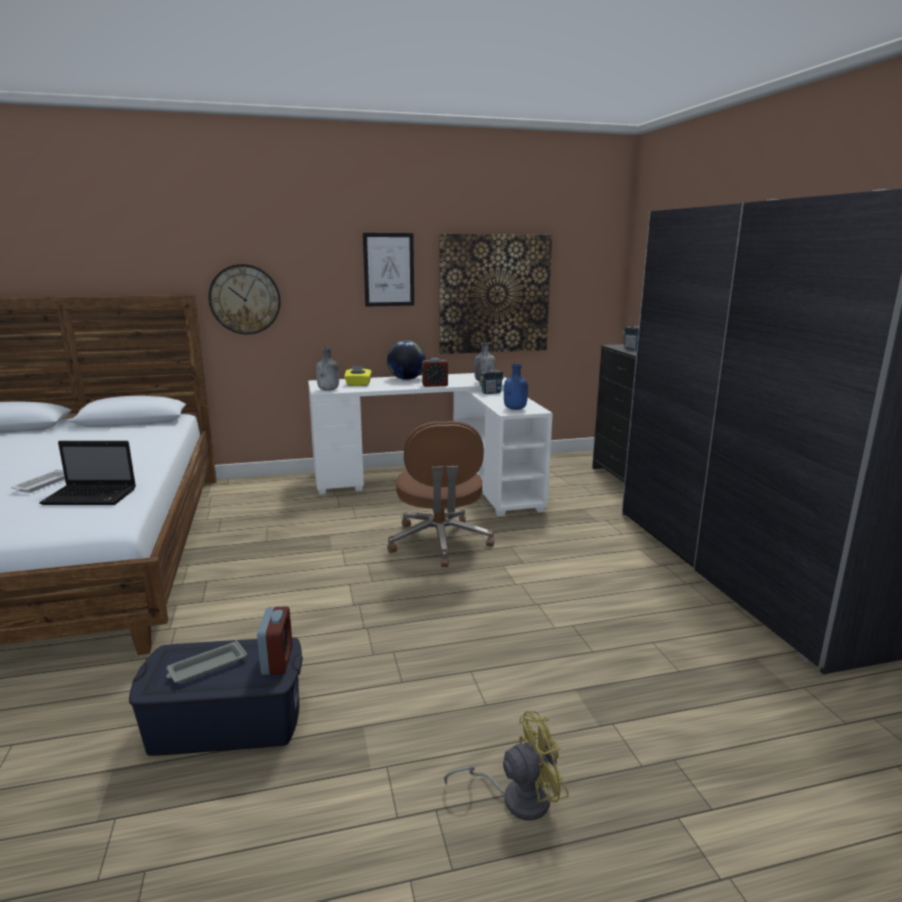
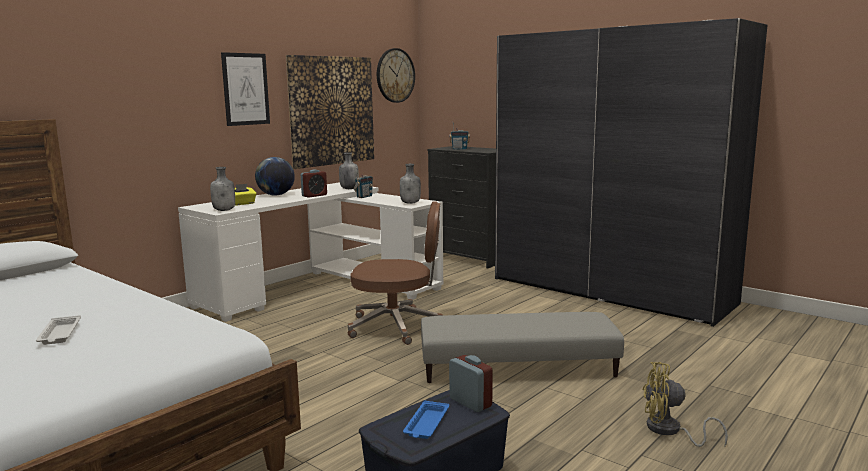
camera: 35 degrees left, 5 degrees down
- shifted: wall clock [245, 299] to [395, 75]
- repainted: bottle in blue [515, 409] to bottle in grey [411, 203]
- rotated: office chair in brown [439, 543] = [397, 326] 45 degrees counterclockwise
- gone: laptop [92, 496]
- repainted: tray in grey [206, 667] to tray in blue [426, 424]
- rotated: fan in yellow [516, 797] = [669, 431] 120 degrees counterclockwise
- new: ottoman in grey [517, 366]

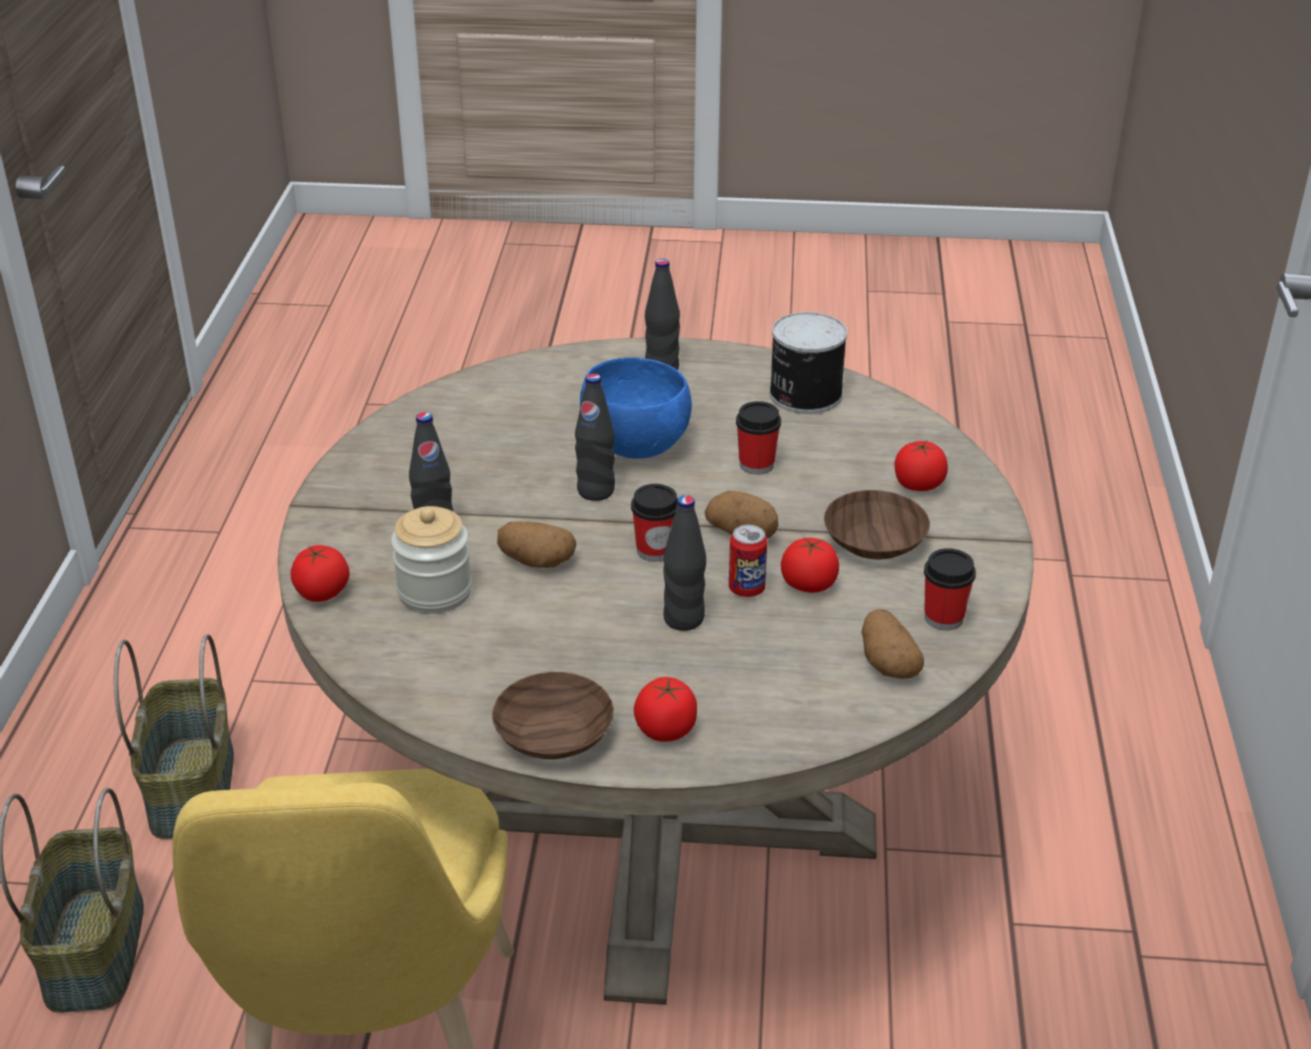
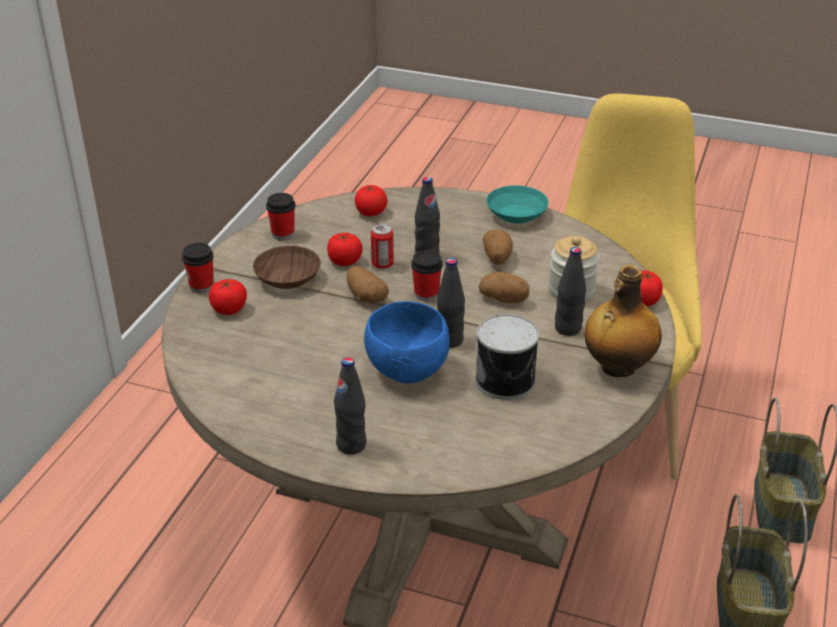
camera: 165 degrees left, 0 degrees up
- shifted: can [803, 394] to [507, 380]
- shifted: cup [756, 465] to [201, 286]
- shifted: potato [887, 663] to [497, 258]
- repainted: bowl in brown [557, 734] to bowl in turquoise [515, 214]
- shifted: tomato [666, 729] to [371, 212]
- new: bottle [617, 367]

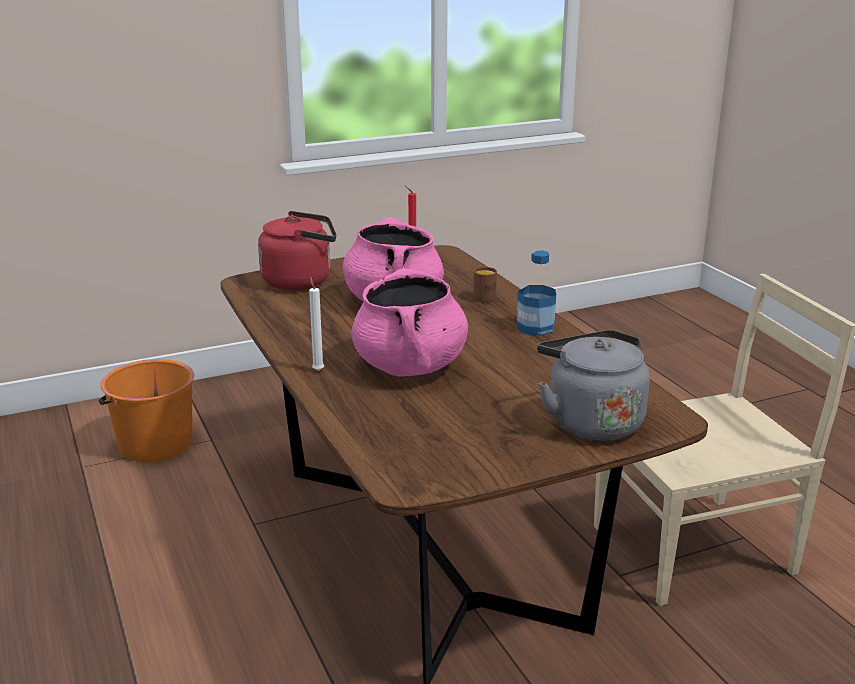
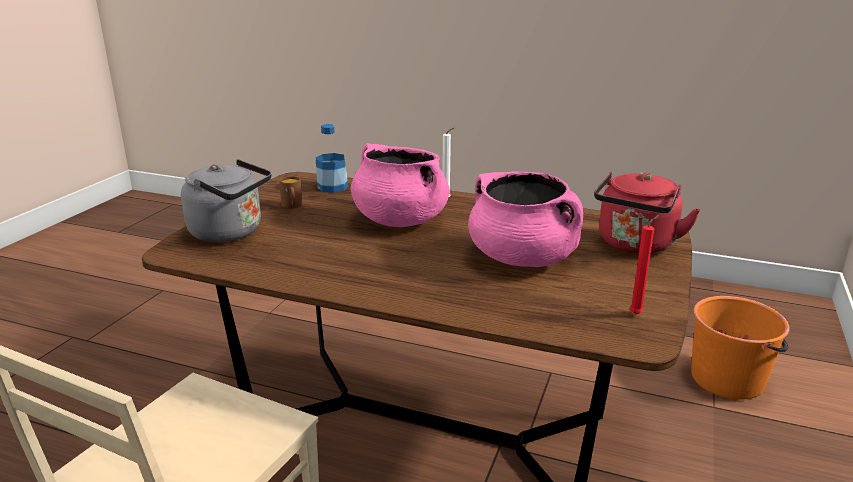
camera: 135 degrees right, 0 degrees up
- shifted: bottle [535, 327] to [332, 187]
- shifted: mug in brown [486, 296] to [292, 206]

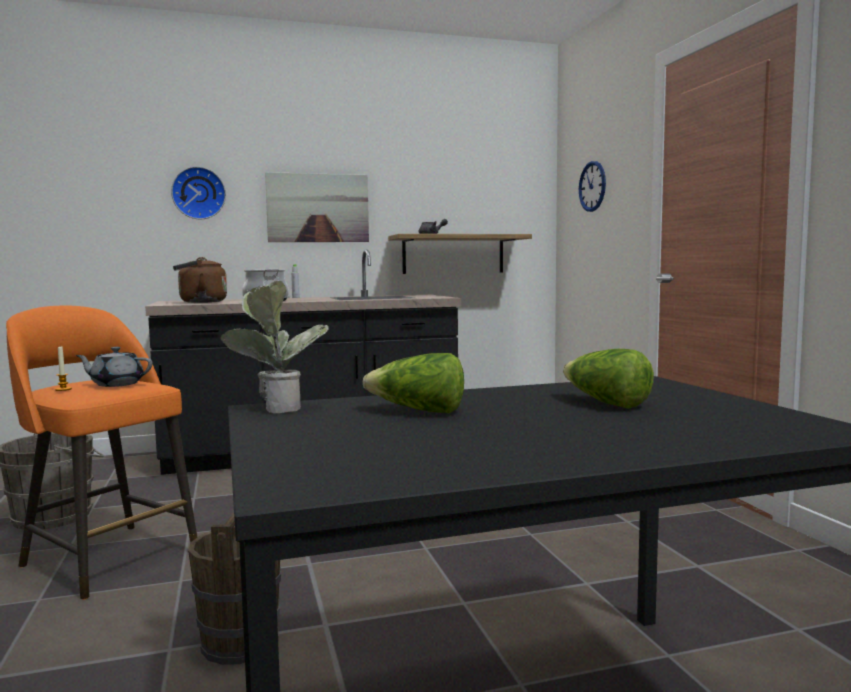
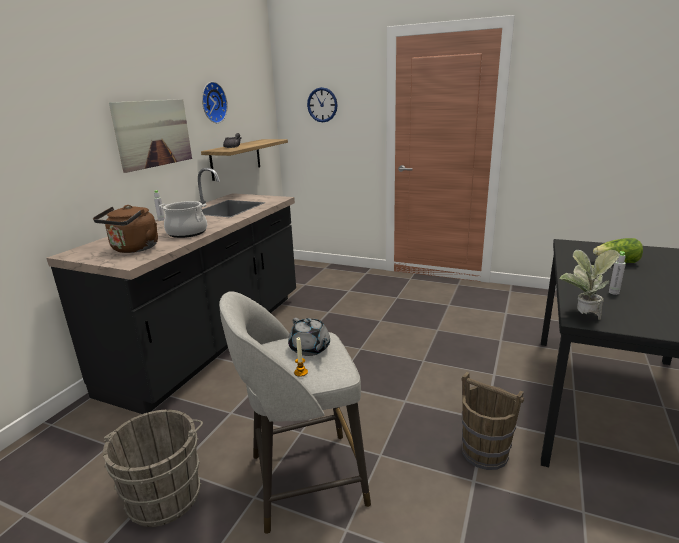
camera: 50 degrees left, 15 degrees up
- shifted: wall clock [199, 193] to [212, 102]
- repainted: stool in orange [108, 557] to stool in grey [303, 480]
- rotated: teapot in grey [116, 384] = [310, 349] 75 degrees counterclockwise
- swapped: lettuce [418, 411] to bottle in grey [613, 292]

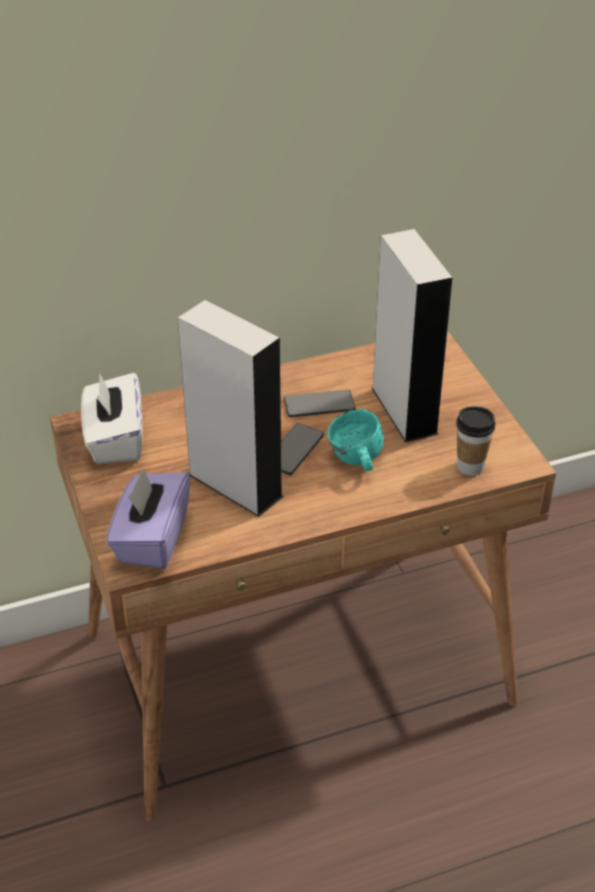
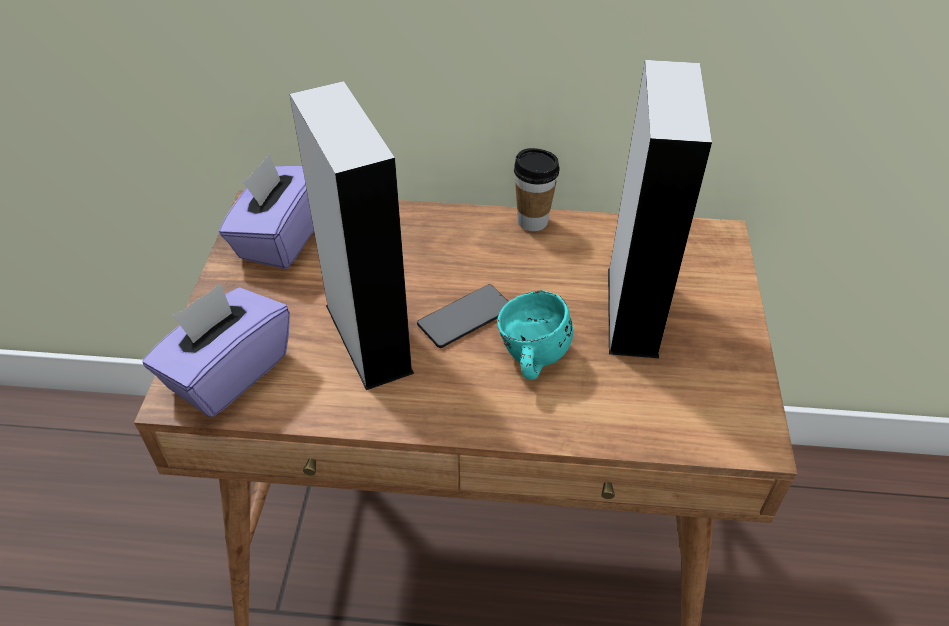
camera: 25 degrees right, 5 degrees up
- repainted: tissue box in white [115, 439] to tissue box in purple [281, 237]
- gone: phone [319, 405]
- shifted: cup [470, 466] to [532, 221]

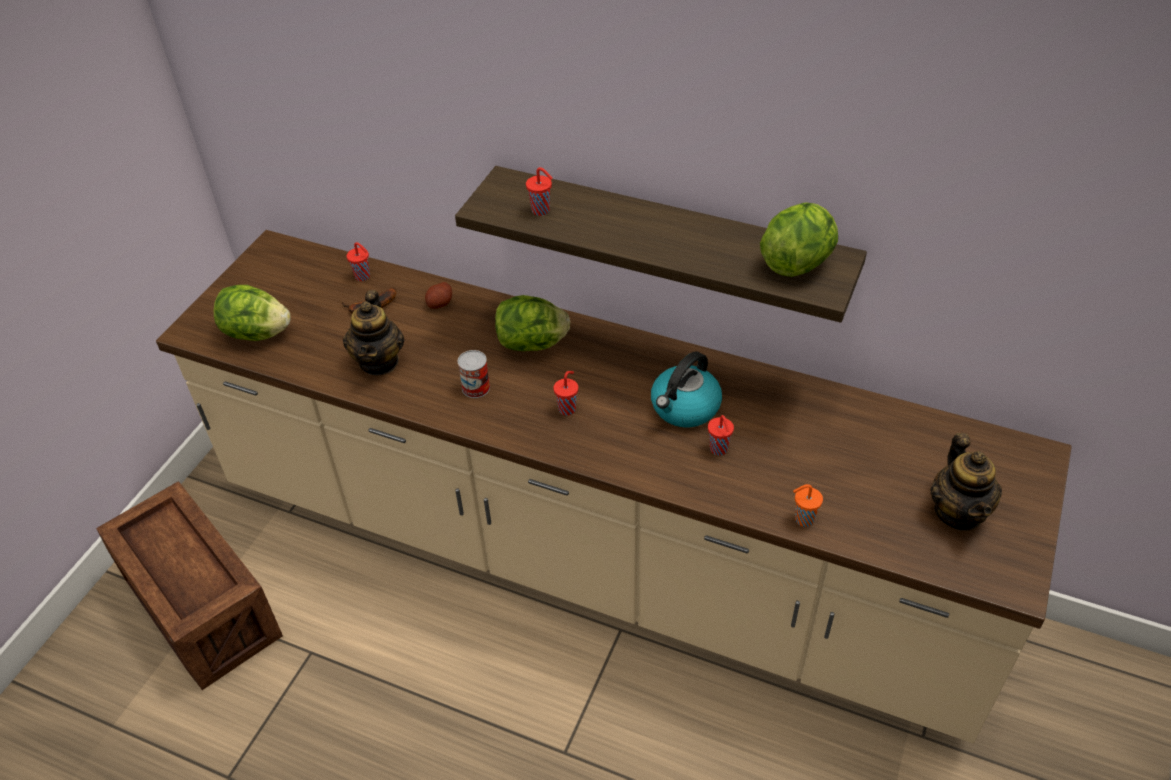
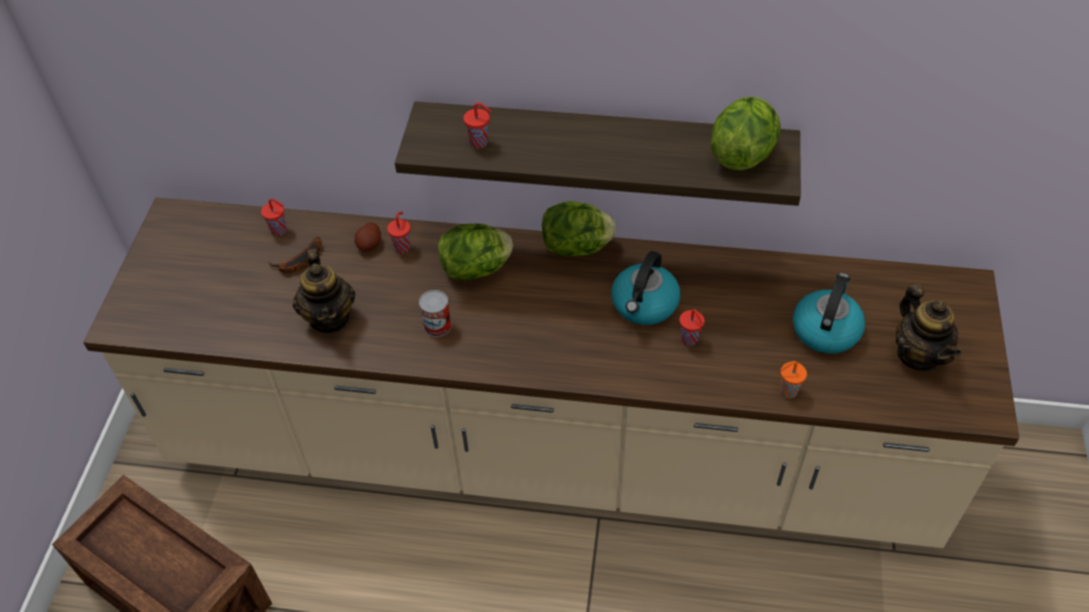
camera: 15 degrees left, 5 degrees up
- shifted: lettuce [257, 334] to [577, 247]
- shifted: cup in red [567, 408] to [402, 247]
- new: kettle [825, 329]

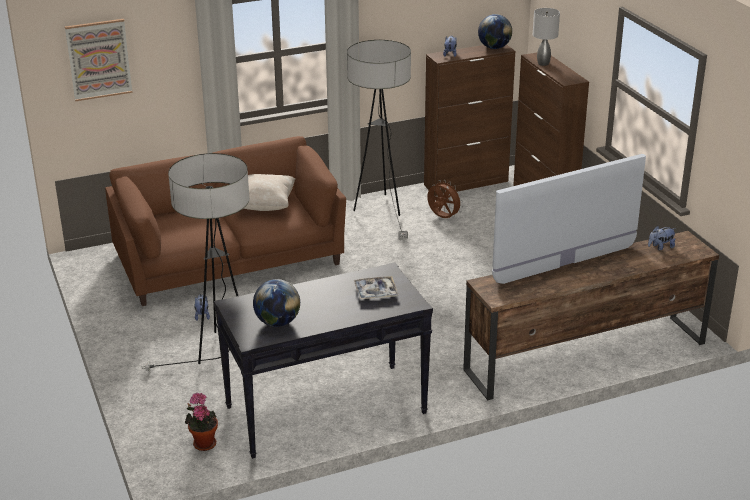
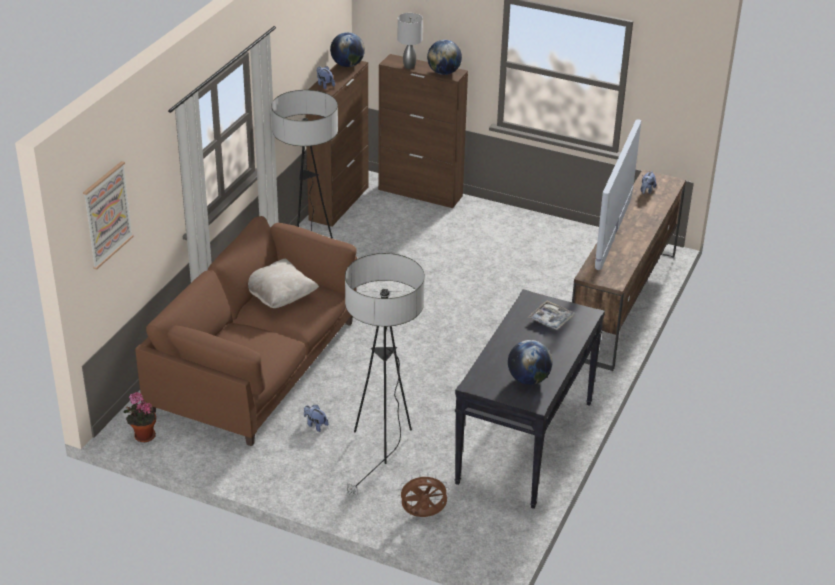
camera: 45 degrees left, 5 degrees up
- shifted: fan in brown [442, 218] to [423, 515]
- shifted: potted plant [203, 443] to [142, 436]
- new: globe [444, 73]

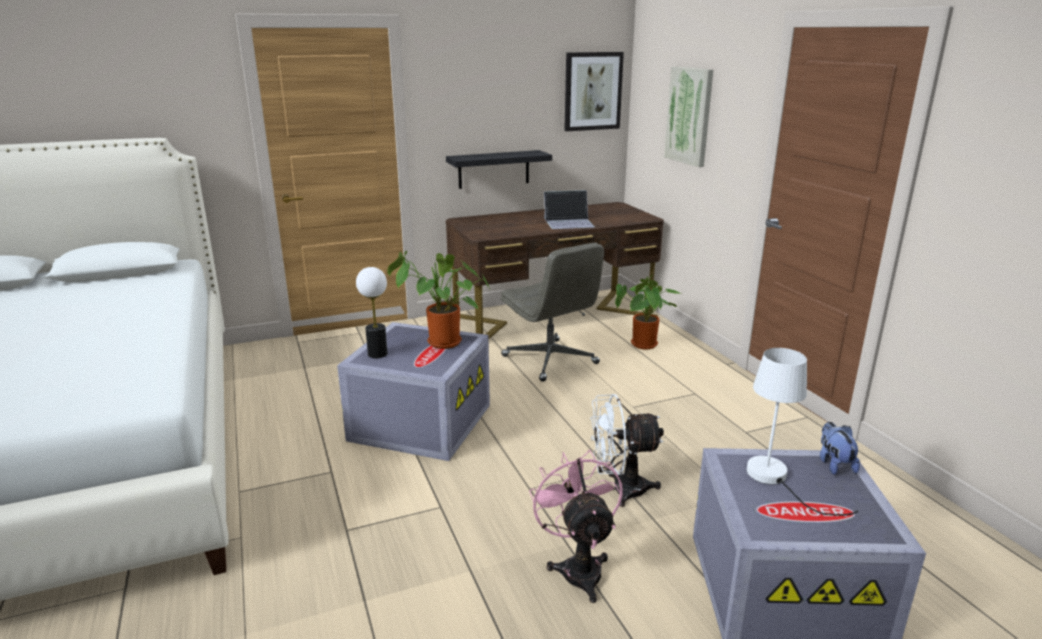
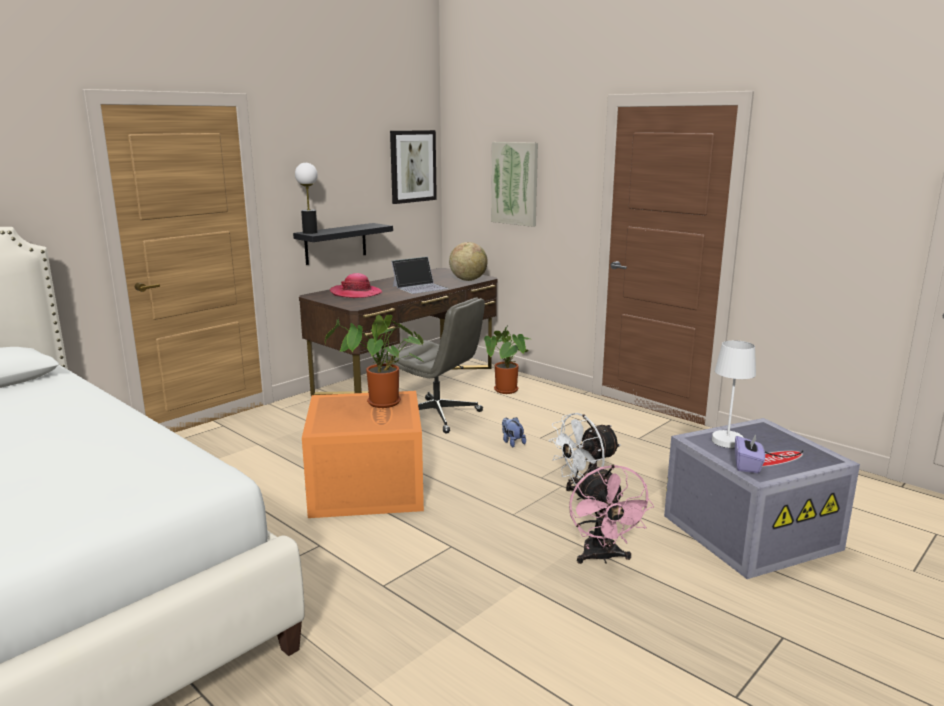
camera: 25 degrees left, 5 degrees down
- shifted: table lamp [377, 354] to [309, 232]
- repainted: storage box in grey [420, 421] to storage box in orange [365, 486]
- shifted: plush toy [834, 464] to [512, 442]
- rotated: fan in pink [578, 567] = [602, 557] 150 degrees counterclockwise
- new: globe [468, 280]
- new: hat [356, 293]
- new: tissue box in purple [747, 465]

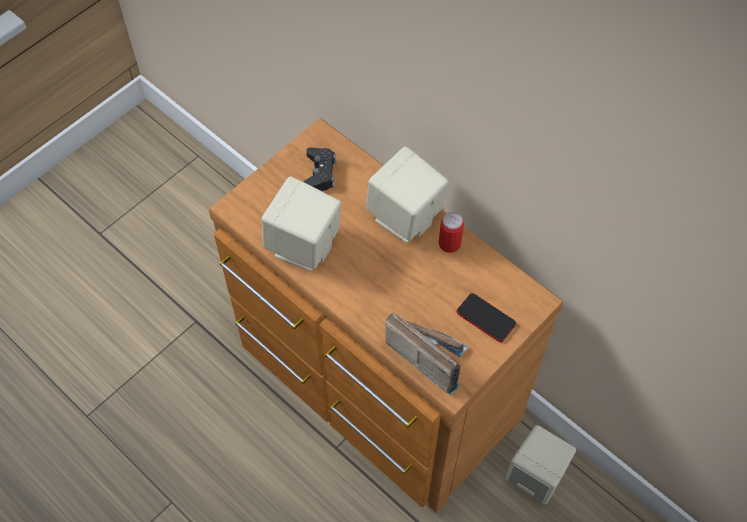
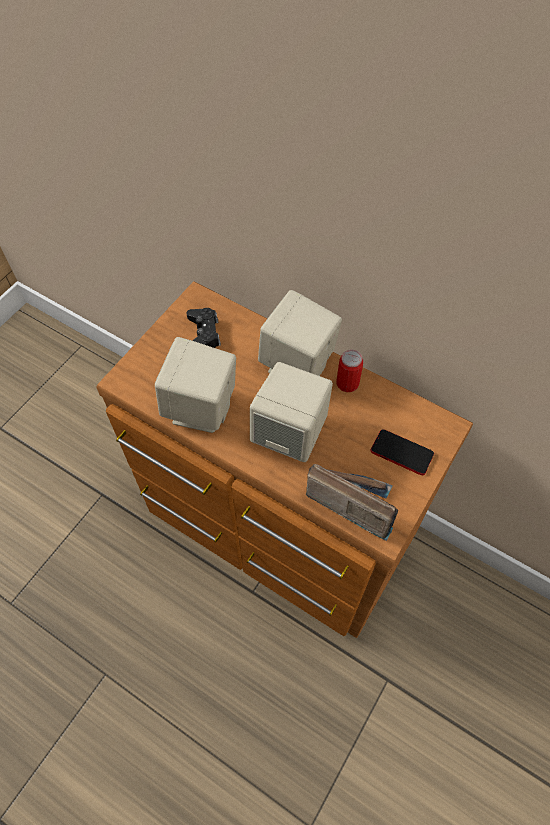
camera: 10 degrees left, 0 degrees up
- shifted: speaker in beige [536, 475] to [290, 434]

